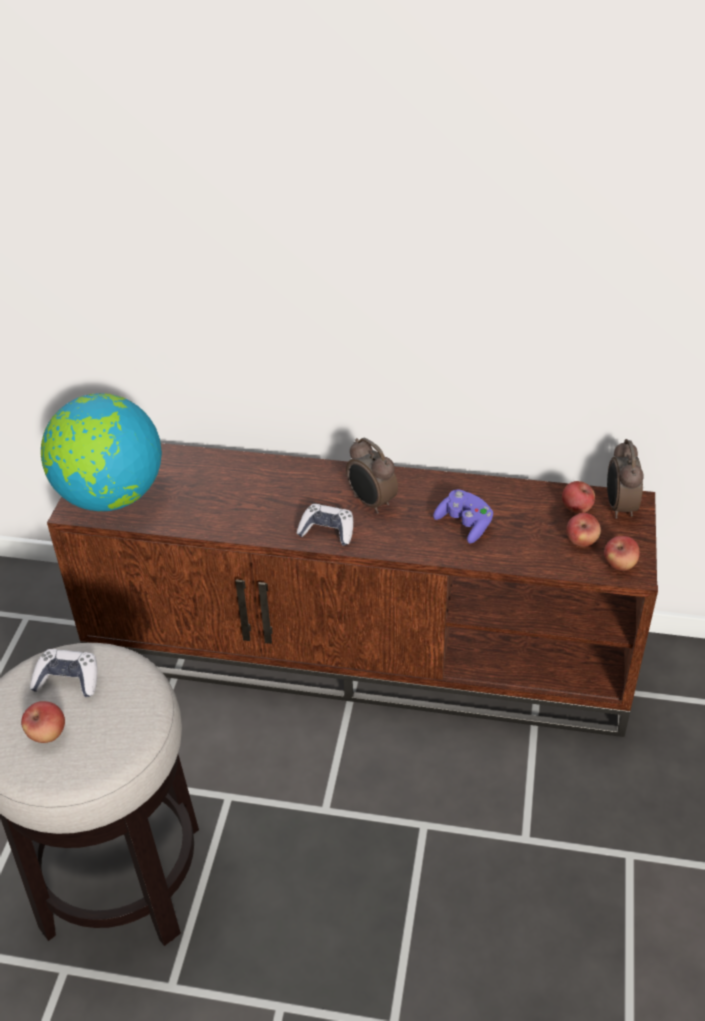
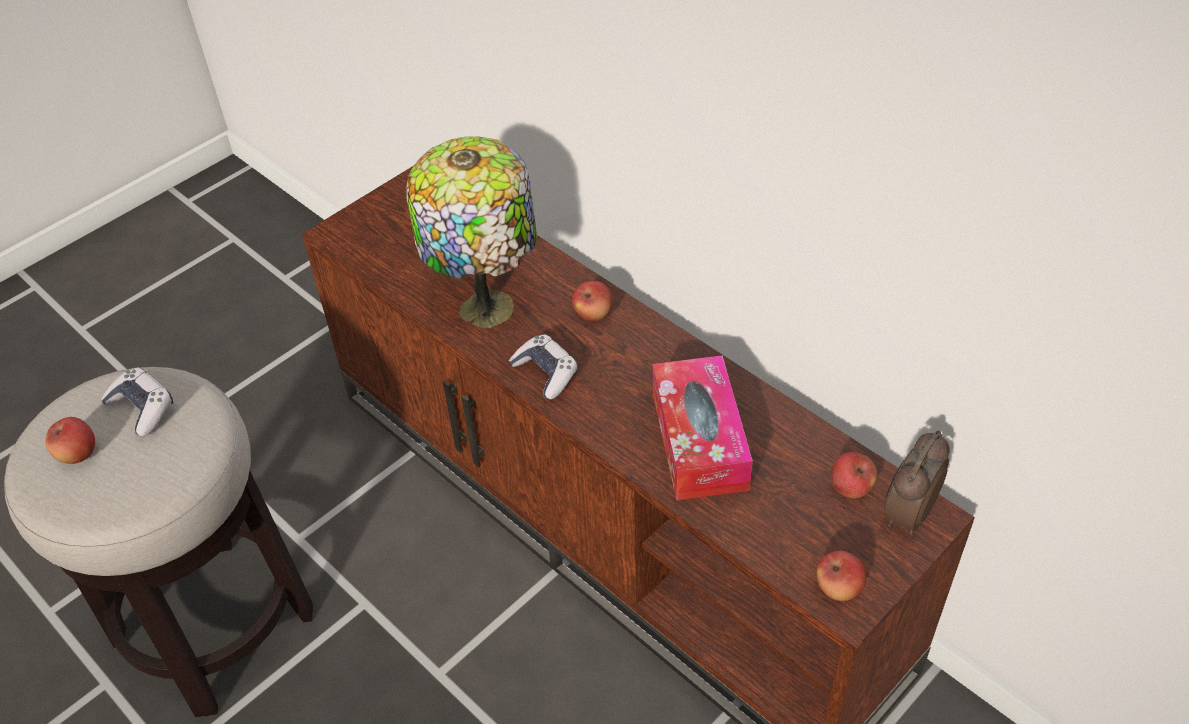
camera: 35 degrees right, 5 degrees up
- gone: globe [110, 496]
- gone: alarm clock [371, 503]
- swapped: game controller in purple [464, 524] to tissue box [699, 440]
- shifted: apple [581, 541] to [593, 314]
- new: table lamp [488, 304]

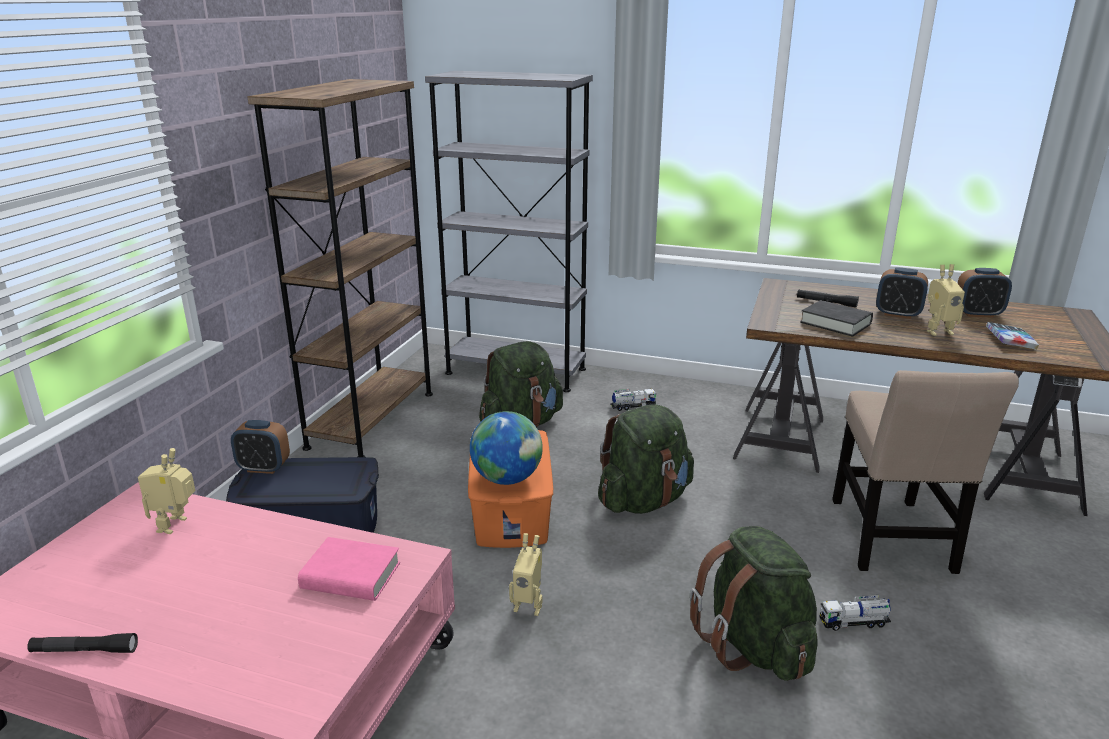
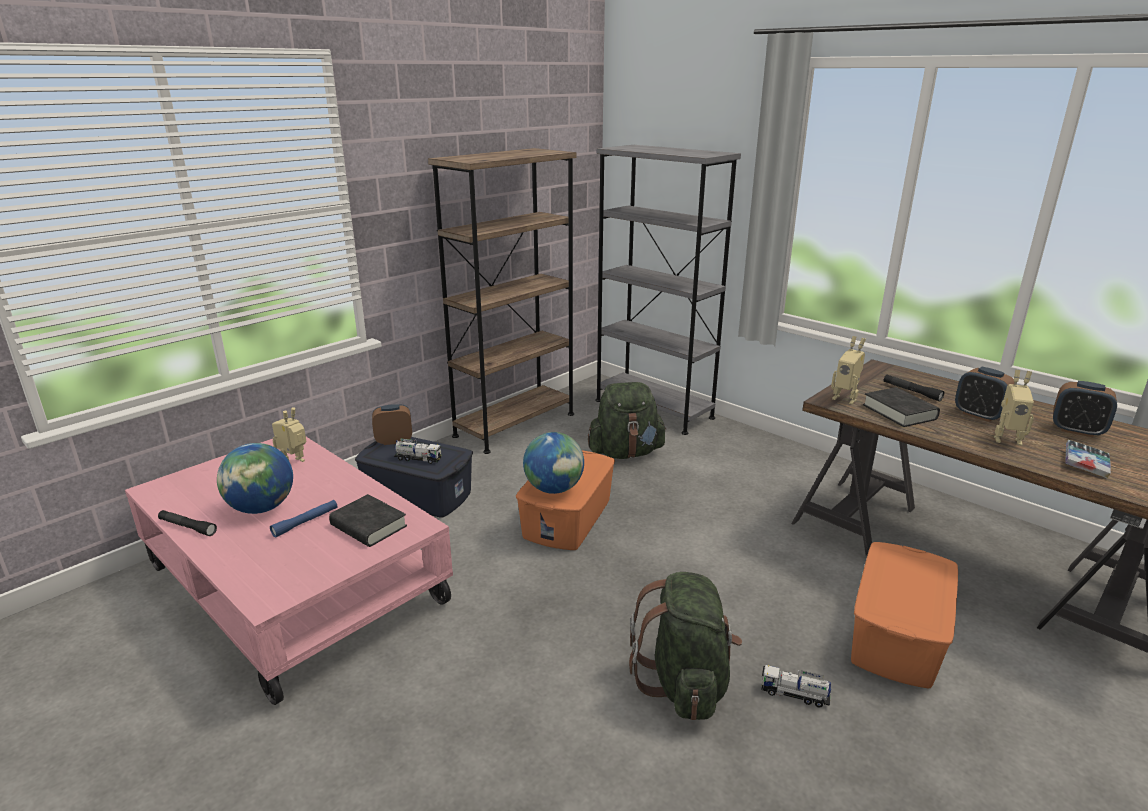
camera: 25 degrees right, 0 degrees up
- swapped: chair in beige [892, 539] to storage box in orange [895, 635]
- shifted: toy truck [633, 406] to [418, 459]
- gone: backpack in green [644, 501]
- rotated: alarm clock [264, 468] = [394, 441] 135 degrees clockwise
- shifted: toy robot [529, 605] to [845, 398]
- repainted: book in pink [351, 576] to book in black [368, 526]
- new: globe [262, 508]
- new: flashlight in blue [305, 522]

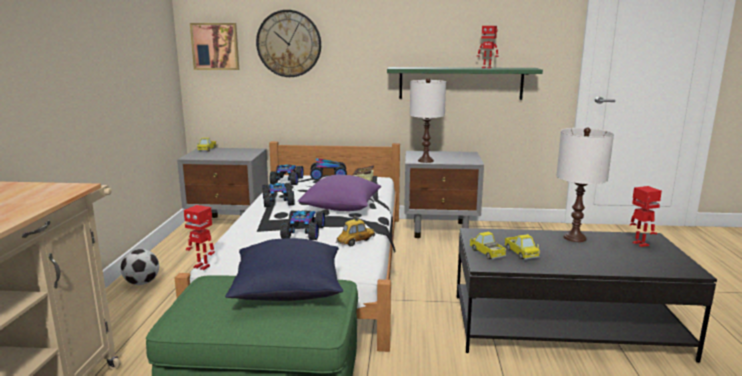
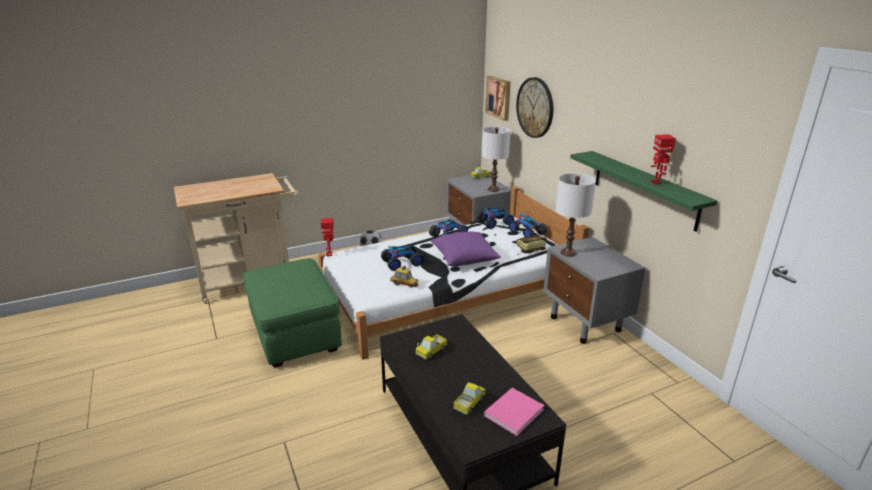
camera: 60 degrees right, 10 degrees up
- shifted: table lamp in white [574, 237] to [493, 189]
- swapped: toy robot [639, 244] to book in pink [515, 411]
- shifted: toy truck [487, 253] to [469, 403]
- gone: pillow in blue [287, 291]

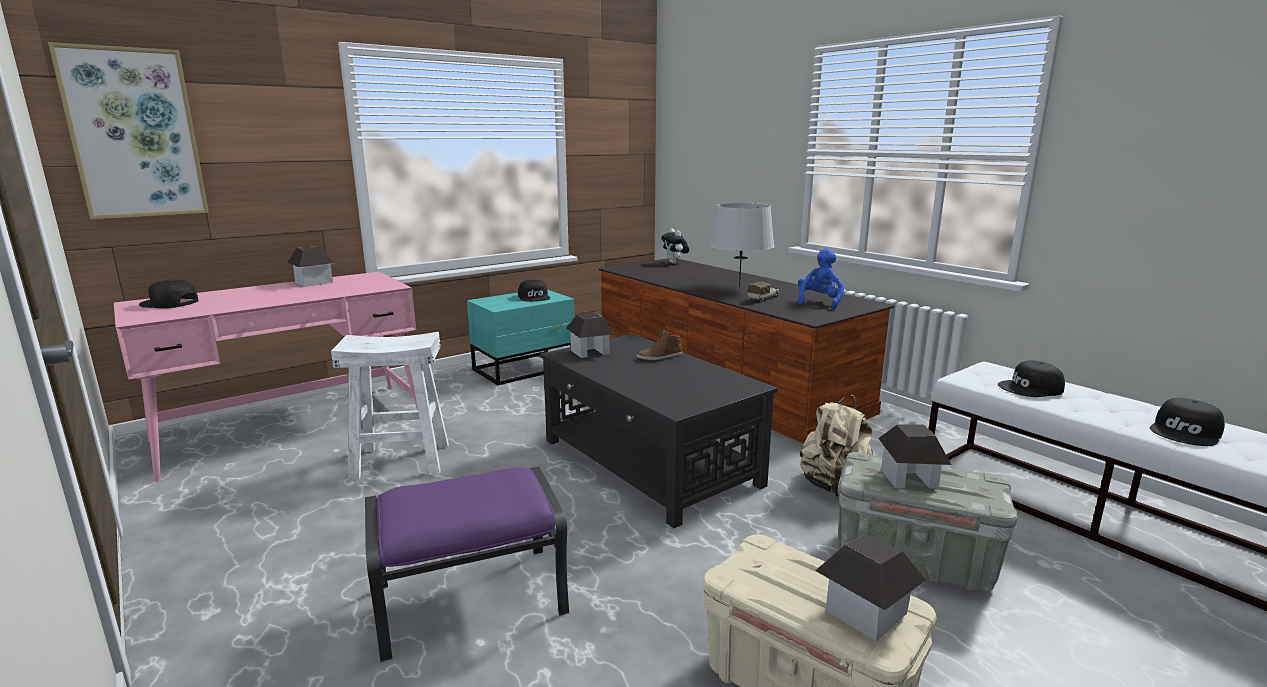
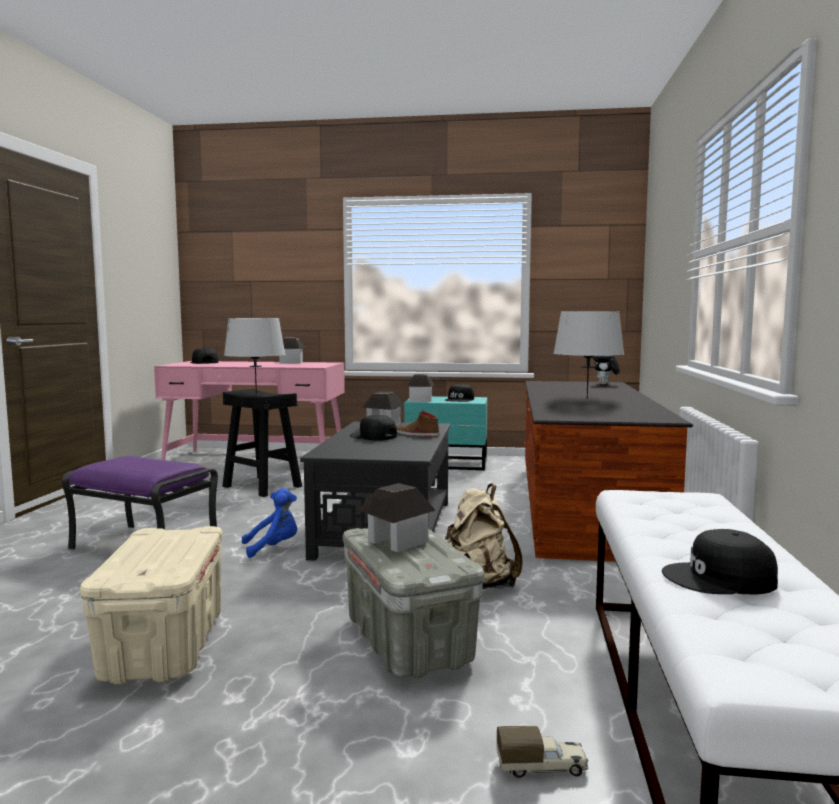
camera: 45 degrees right, 10 degrees down
- gone: picture [134, 134]
- shifted: plush toy in blue [819, 302] to [273, 548]
- shifted: toy truck [763, 298] to [542, 768]
- repainted: stool in white [400, 461] to stool in black [261, 486]
- shifted: cap in black [1031, 388] to [373, 436]
- shifted: toy house [865, 611] to [420, 400]
- new: table lamp in grey [256, 394]

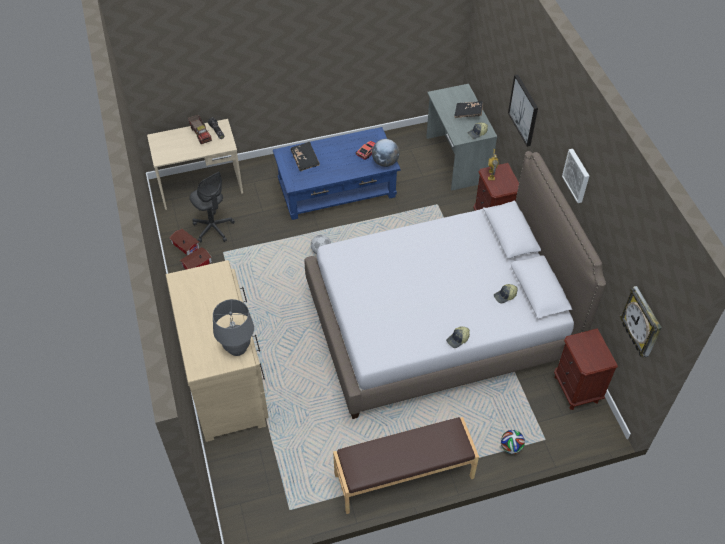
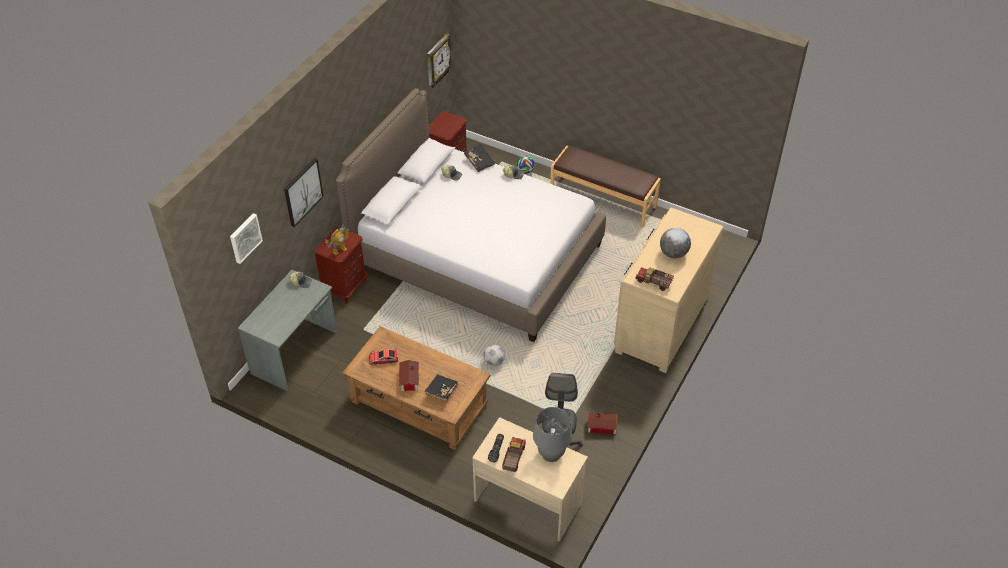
camera: 135 degrees left, 5 degrees down
- shifted: book in black [468, 113] to [479, 161]
- repainted: coffee table in blue [337, 189] to coffee table in brown [418, 403]
- shifted: globe [385, 162] to [673, 253]
- shifted: picture [577, 175] to [244, 237]
- shifted: toy house [185, 245] to [408, 380]
- shifted: table lamp in grey [237, 347] to [551, 454]
- new: toy truck [653, 283]

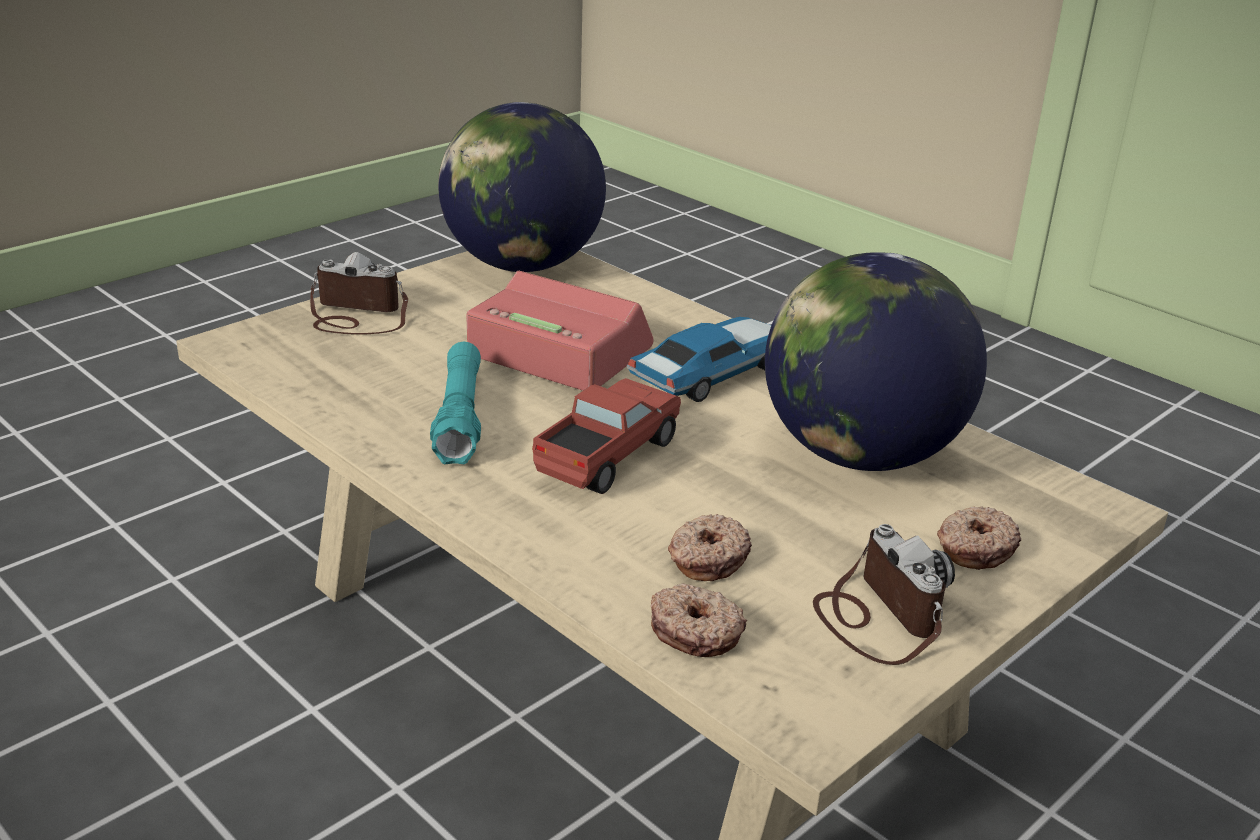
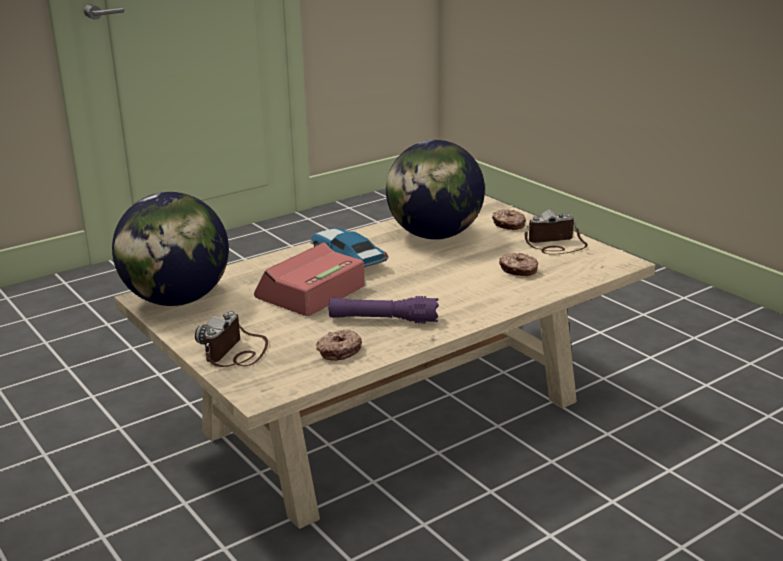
camera: 80 degrees left, 5 degrees down
- repainted: flashlight in turquoise [460, 417] to flashlight in purple [383, 320]
- gone: toy truck [607, 459]
- shifted: donut [696, 631] to [338, 351]

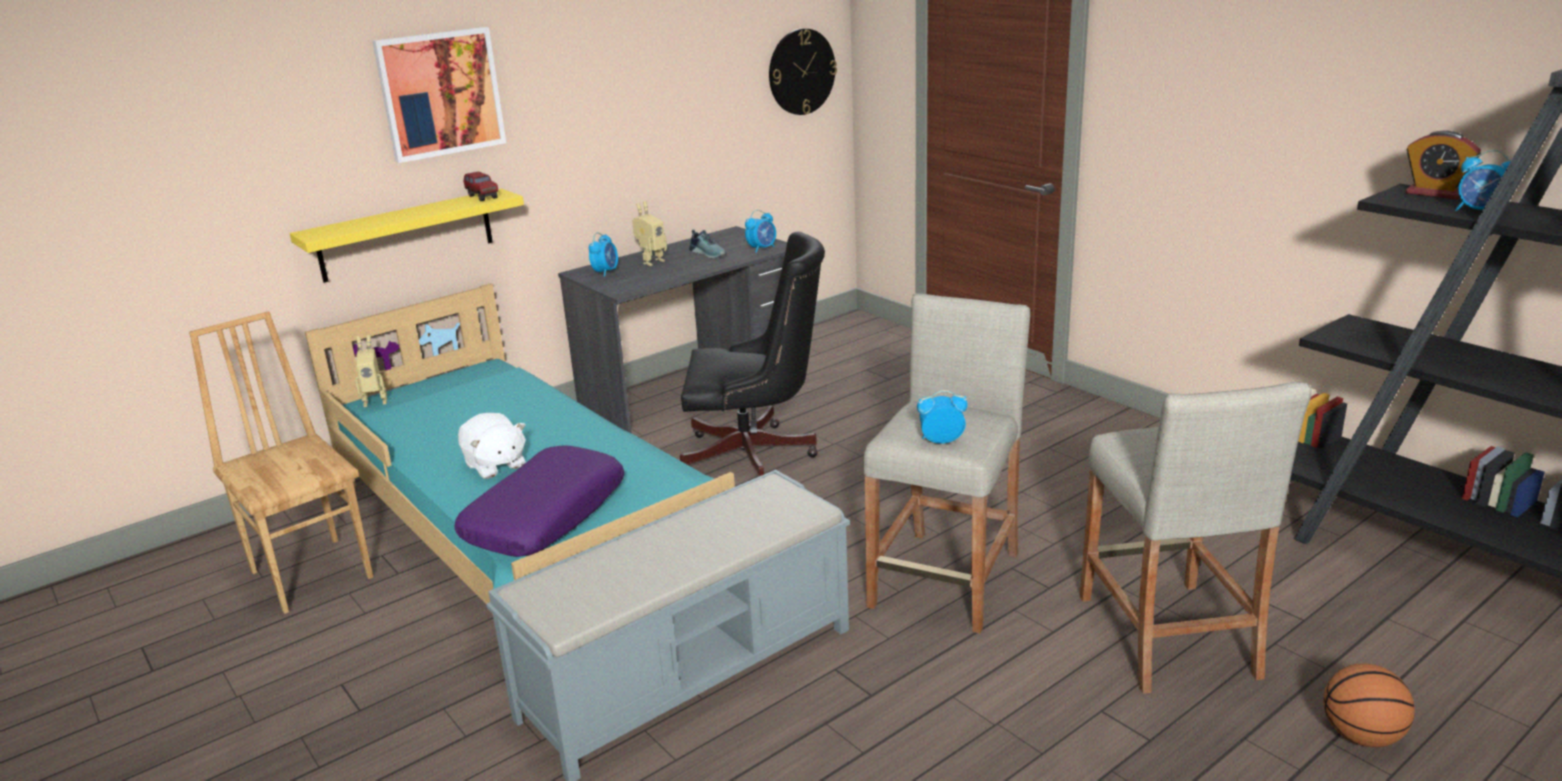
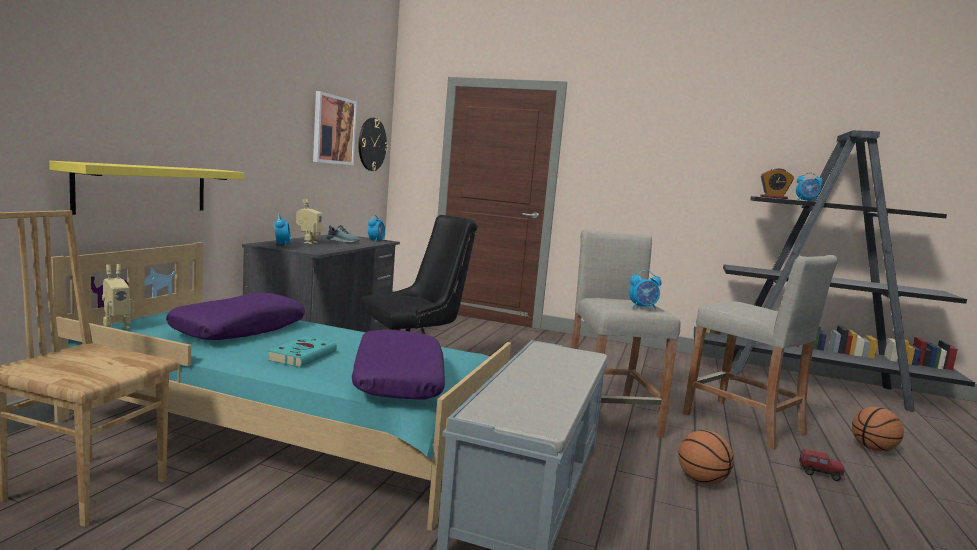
camera: 35 degrees left, 15 degrees down
- shifted: picture [440, 93] to [333, 130]
- shifted: toy truck [482, 197] to [819, 474]
- rotated: alarm clock [941, 441] = [643, 308] 150 degrees counterclockwise
- swapped: plush toy in white [495, 465] to book in turquoise [303, 356]
- new: pillow in purple [239, 329]
- new: basketball [701, 481]

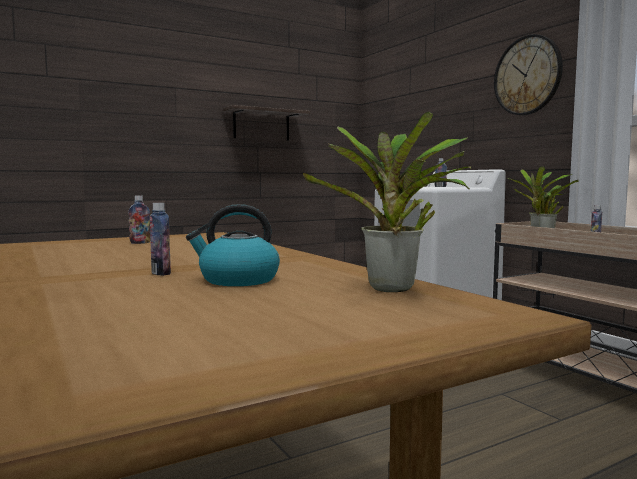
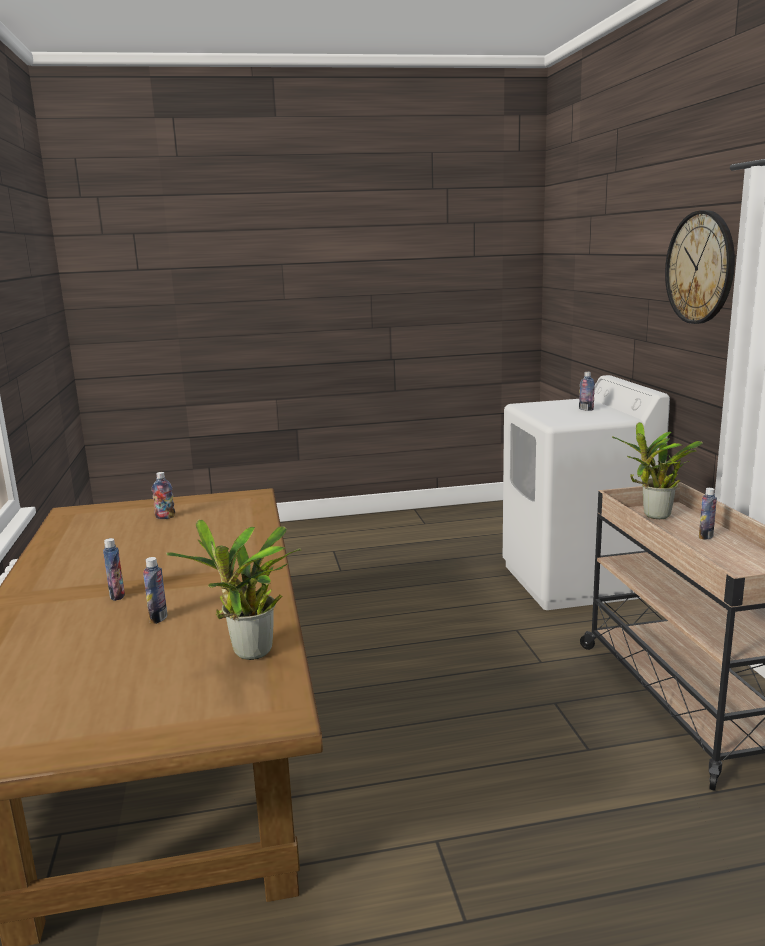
camera: 20 degrees right, 10 degrees up
- gone: shelf [261, 125]
- swapped: kettle [237, 280] to bottle [158, 618]

